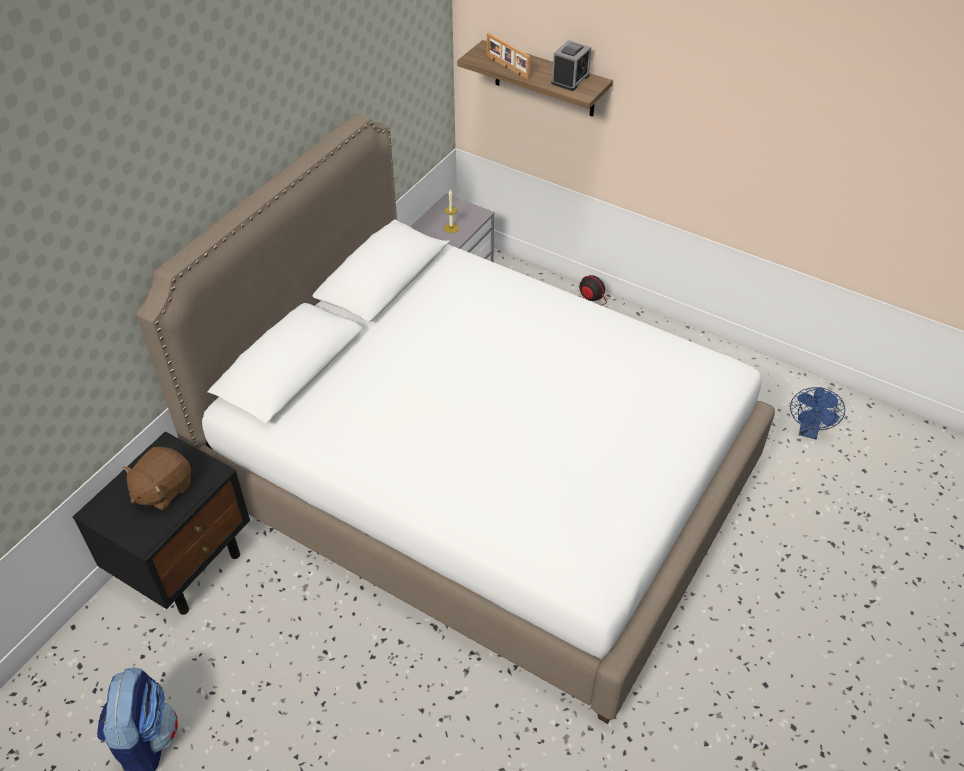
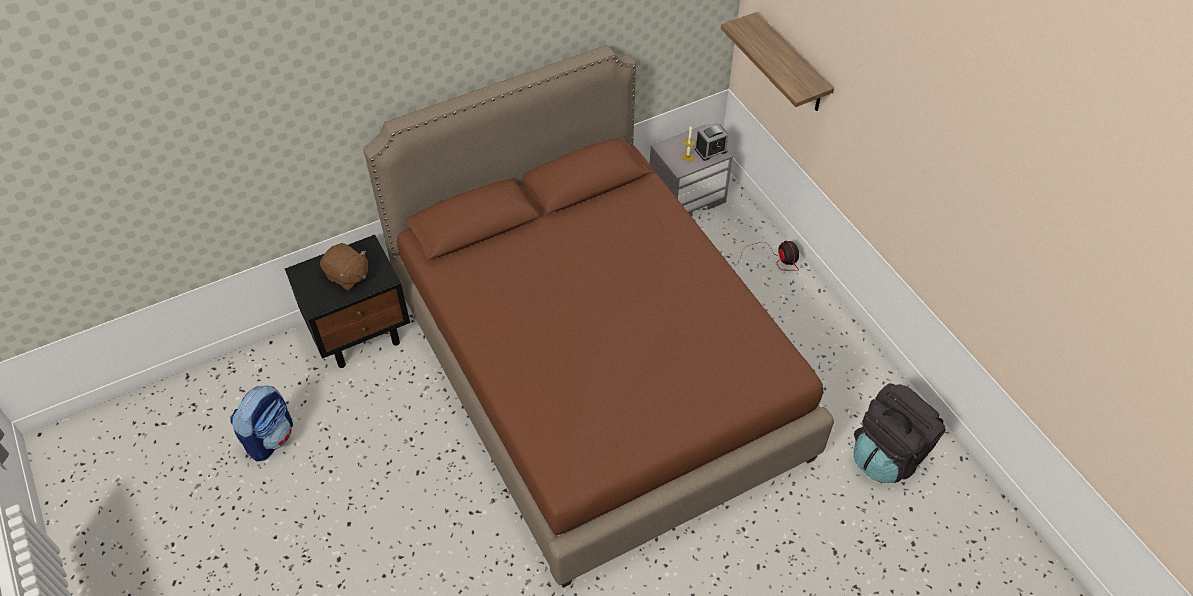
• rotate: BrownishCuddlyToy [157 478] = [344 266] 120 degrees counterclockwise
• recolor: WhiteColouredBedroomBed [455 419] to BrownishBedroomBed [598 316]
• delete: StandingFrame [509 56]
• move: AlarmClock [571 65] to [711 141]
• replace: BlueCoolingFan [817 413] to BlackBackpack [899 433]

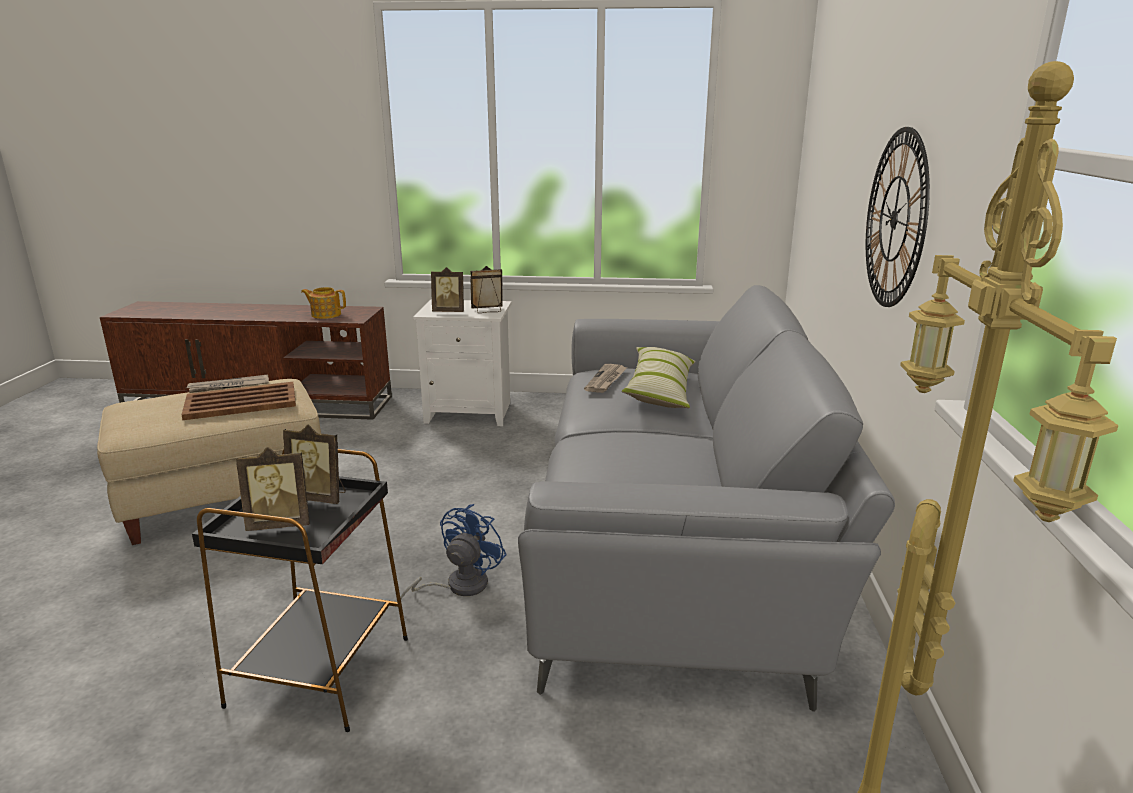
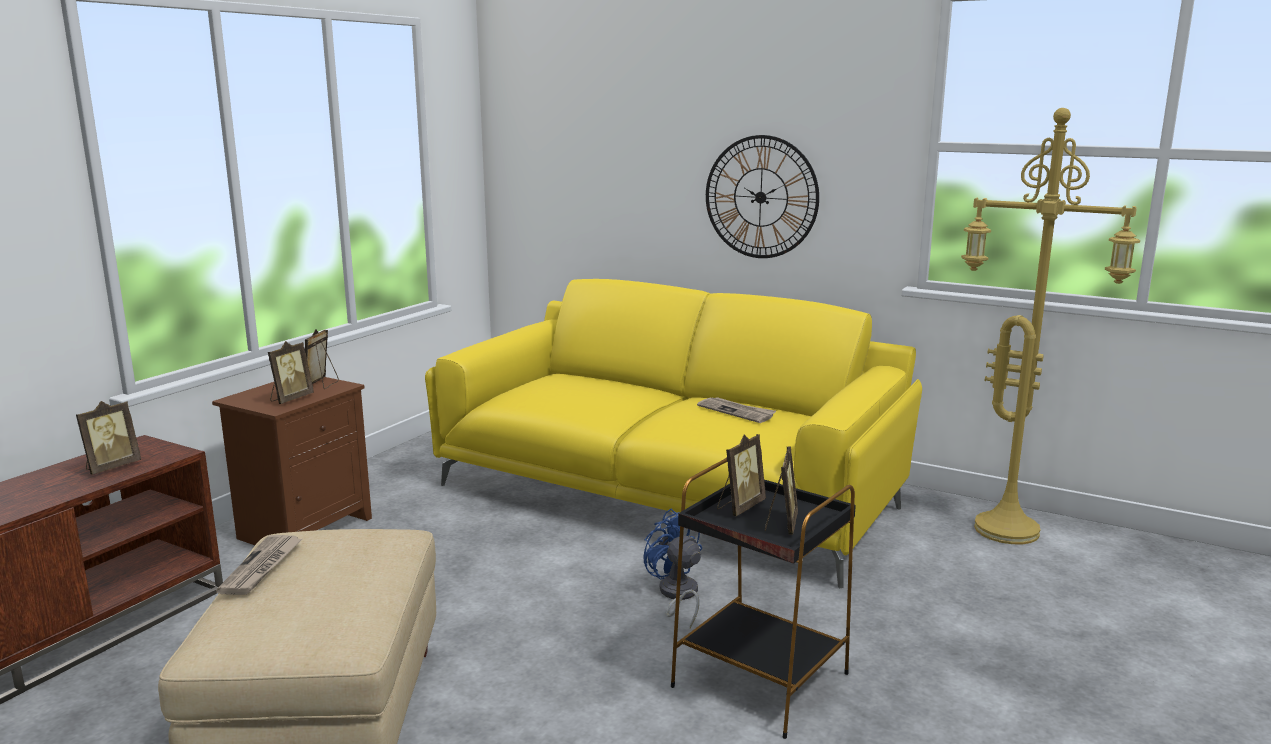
• delete: BrownishCarryingTray [238 401]
• replace: PotForTea [323 303] to StandingFrame [108 438]
• recolor: WhiteColouredBedsideTable [462 363] to BrownishBedsideTable [292 461]
• recolor: GreySofa [706 498] to YellowishSofa [673 433]
• move: DailyPaper [606 378] to [736 410]
• delete: ThrowPillow [659 377]

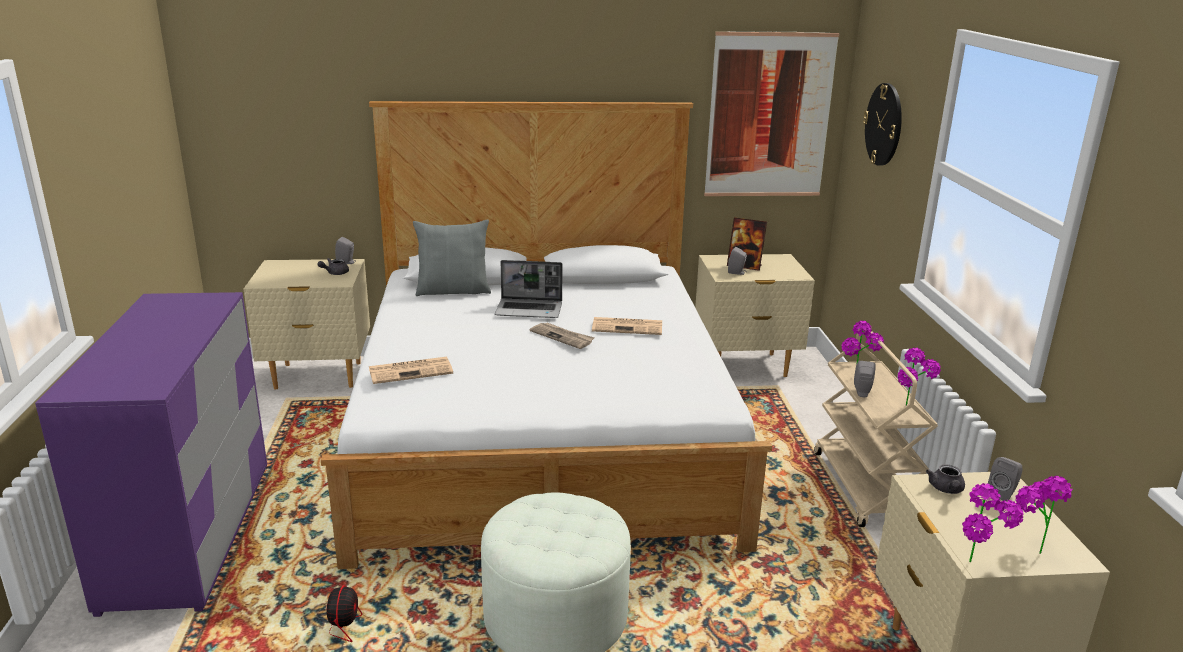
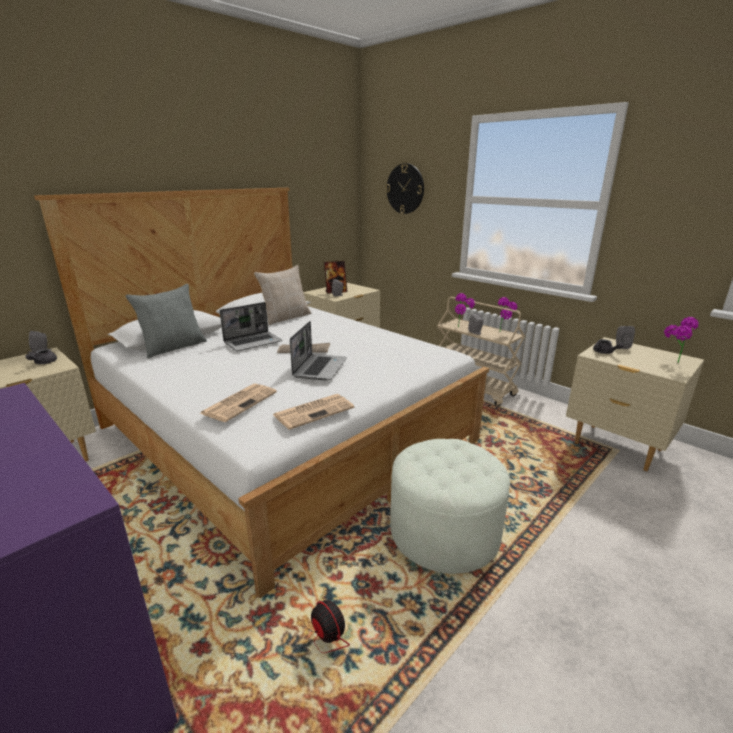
• move: DailyPaper [627 326] to [313 412]
• delete: WallArt [772 113]
• delete: PlantInAPot [992 522]
• insert: SandColouredThrowPillow [282 295]
• insert: PortableComputer [318 351]

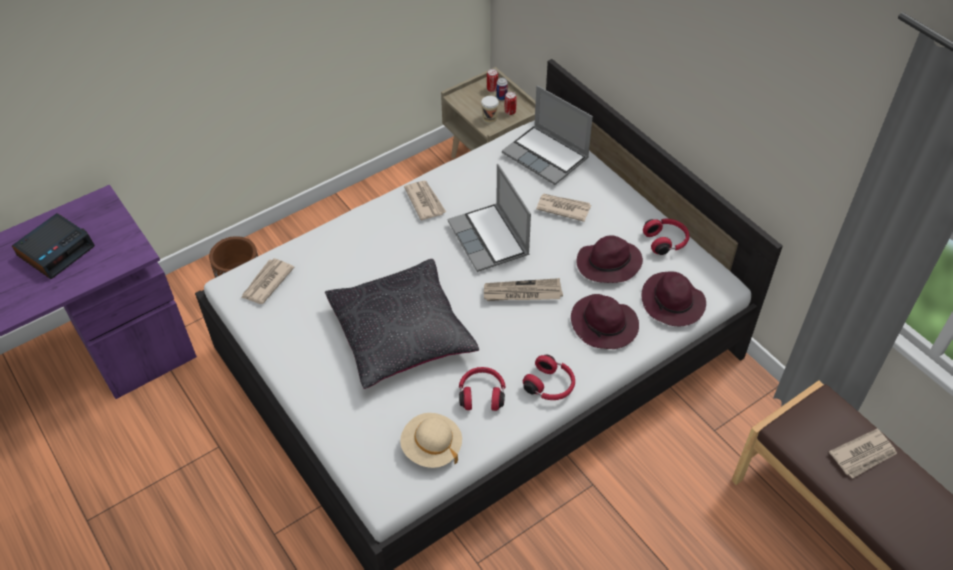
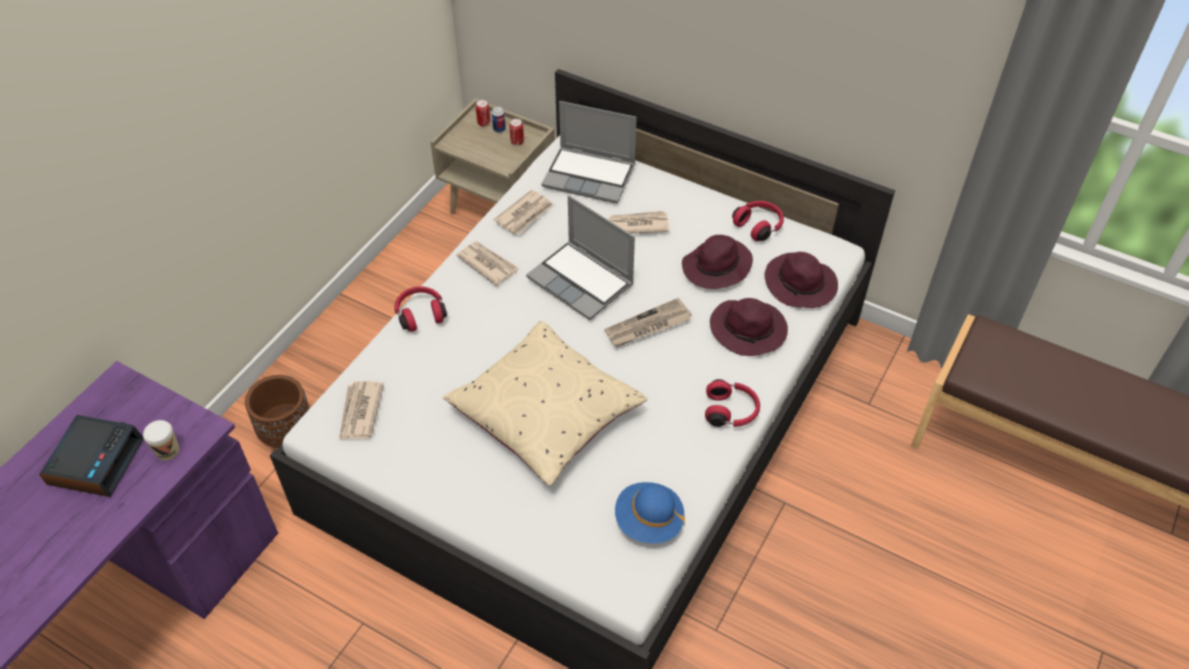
• recolor: BlackThrowPillow [402 324] to SandColouredThrowPillow [545 403]
• recolor: SandColouredHat [431 440] to BlueHat [650 513]
• move: ReddishHeadphones [482 389] to [420 309]
• move: SmallCup [490 109] to [161 440]
• move: DailyPaper [863 454] to [524 212]

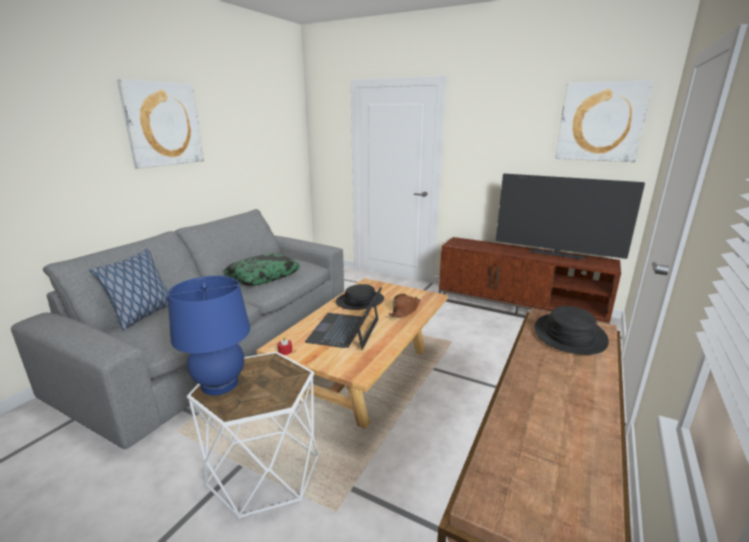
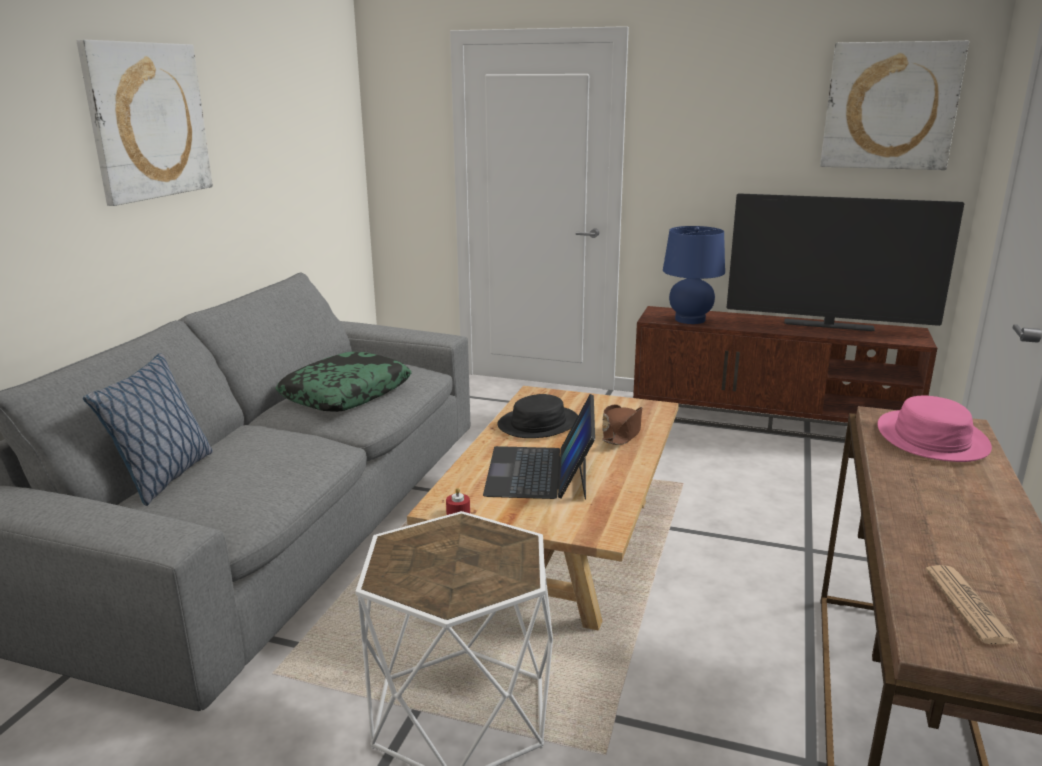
• move: BlueTabletopLamp [209 335] to [694 275]
• recolor: BlackHat [572 330] to PinkColouredHat [935 429]
• insert: DailyPaper [972 604]

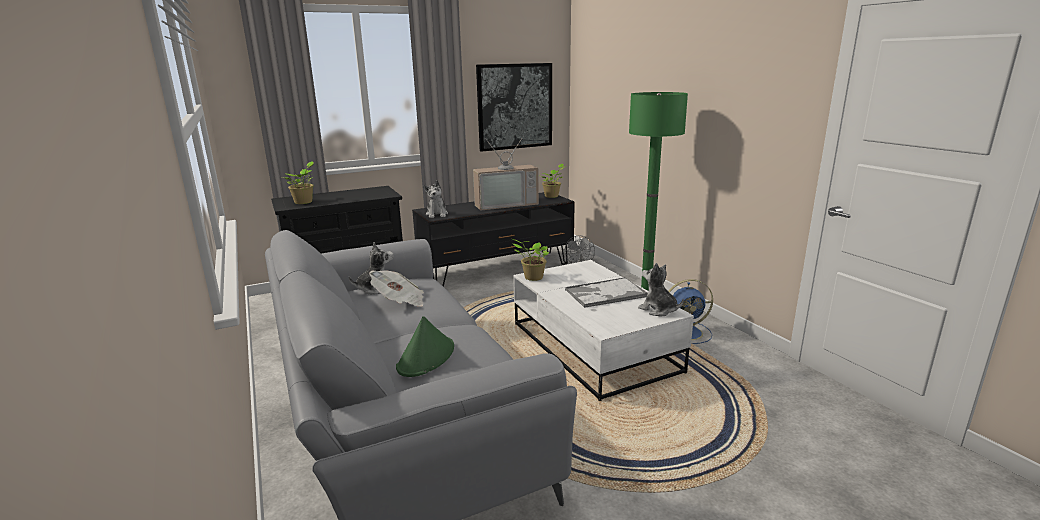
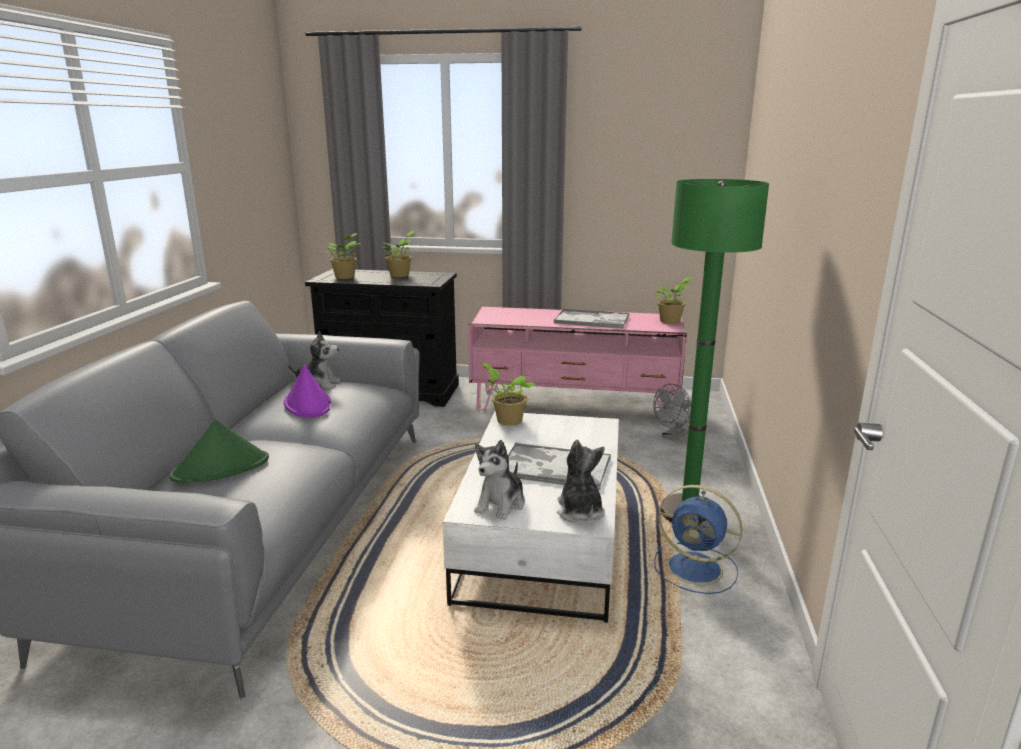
• replace: DailyPaper [396 288] to PurpleHat [307 391]
• recolor: BlackTvStand [493 239] to PinkColouredTvStand [577 364]
• move: CuddlyToy [435 199] to [499 480]
• replace: TvSet [506 172] to CarryingTray [592 319]
• delete: WallArt [514 107]
• insert: PlantInAPot [397 254]

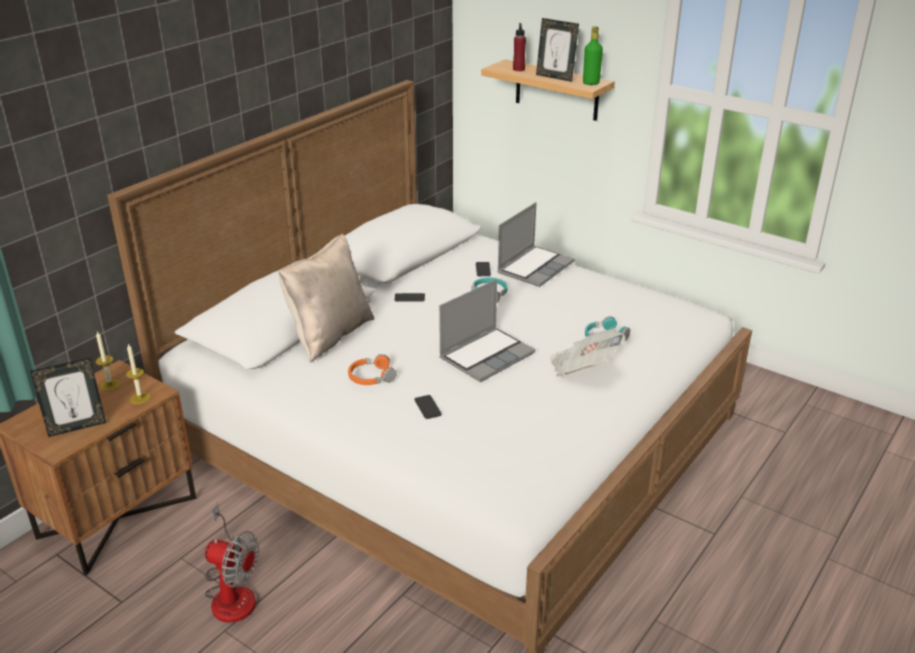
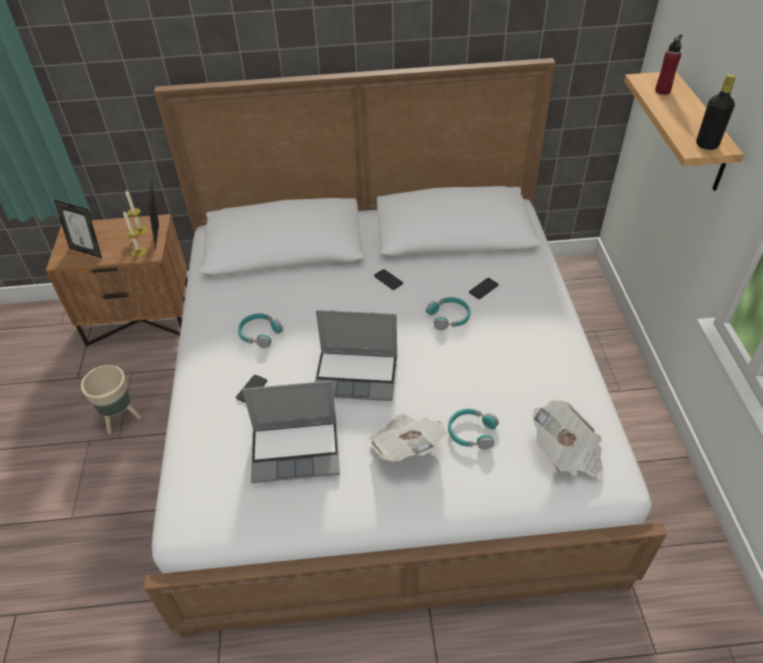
• replace: CoolingFan [232 563] to SandColouredPlanter [111 399]
• delete: SandColouredThrowPillow [326 298]
• recolor: OrangeColouredHeadphones [372 369] to BlueGreenHeadphones [260 330]
• move: PortableComputer [536 244] to [291 432]
• move: StandingFrame [557 50] to [153 215]
• recolor: GreenishBottle [593 55] to BlackBottle [716 112]
• insert: DailyPaper [568 439]

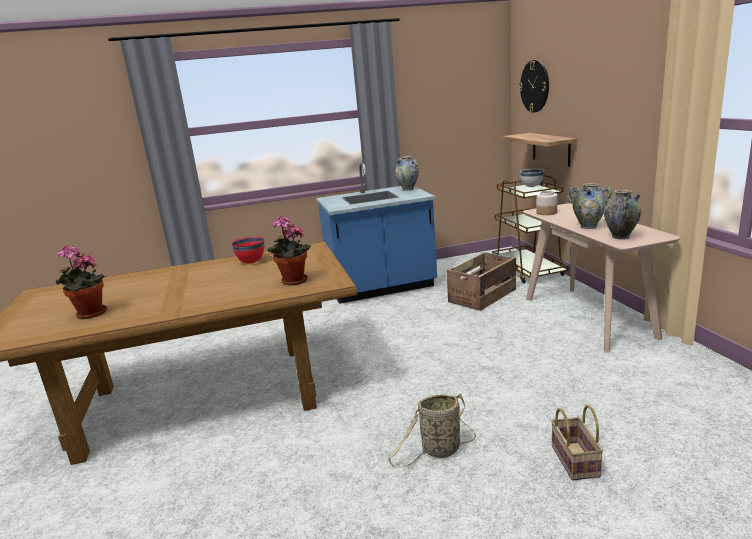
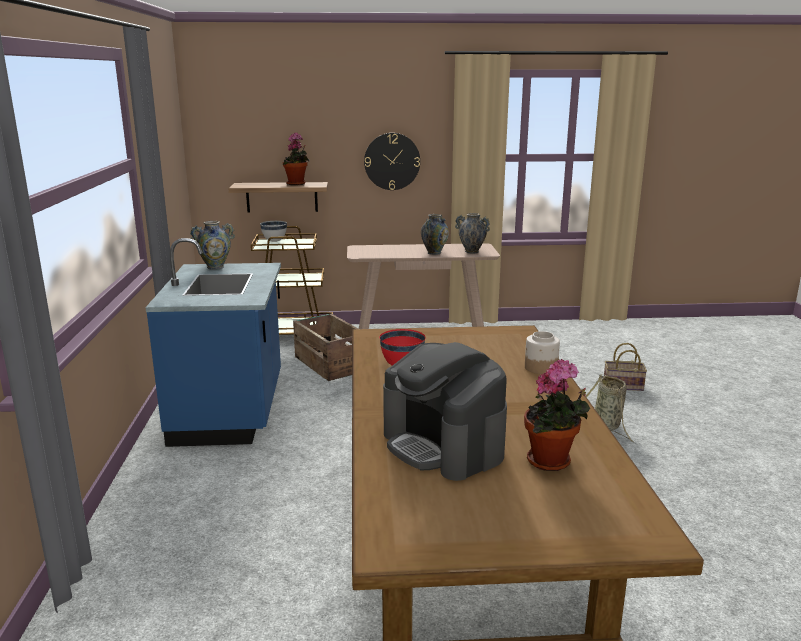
• move: PlantInAPot [289 250] to [296 158]
• move: ClockOnTheWall [534 86] to [392 161]
• move: StorageJar [547 202] to [542 352]
• insert: CoffeeMaker [445 411]

